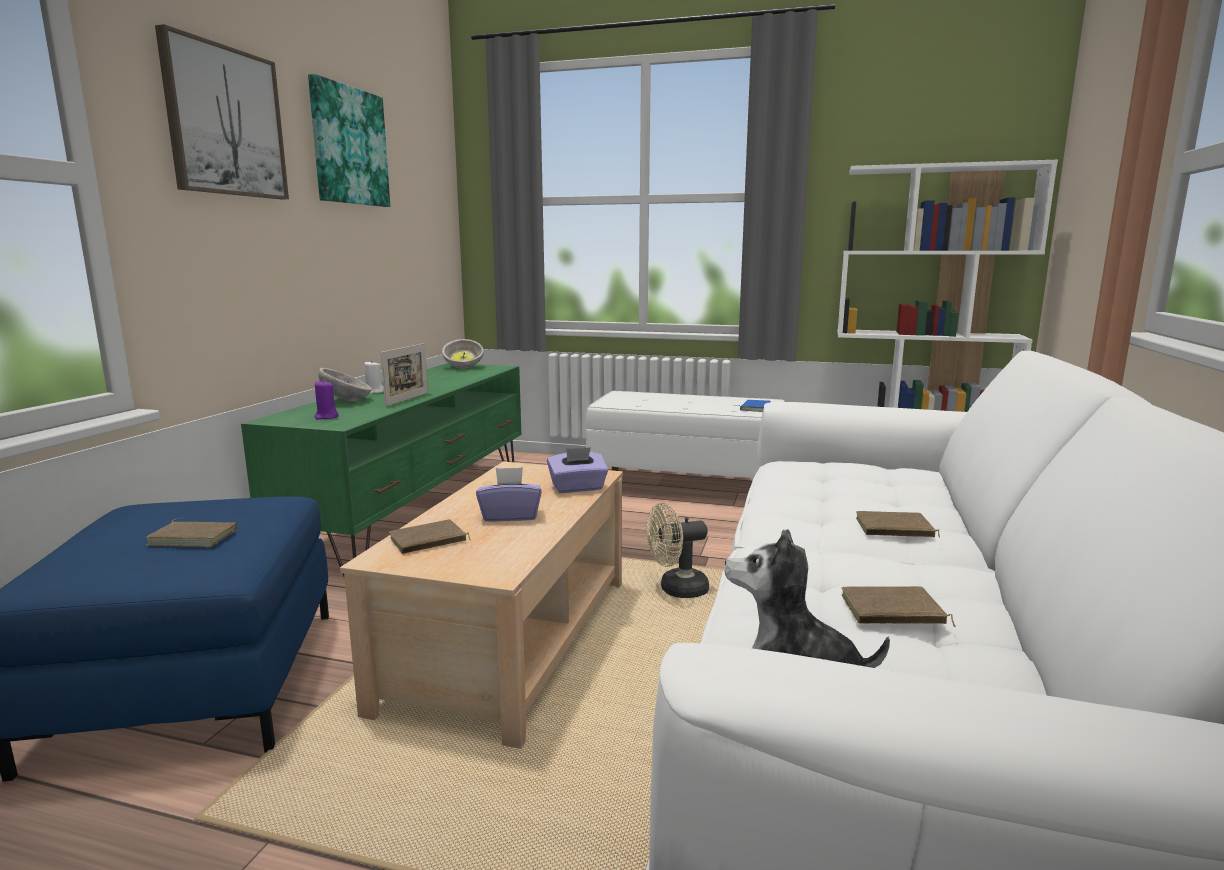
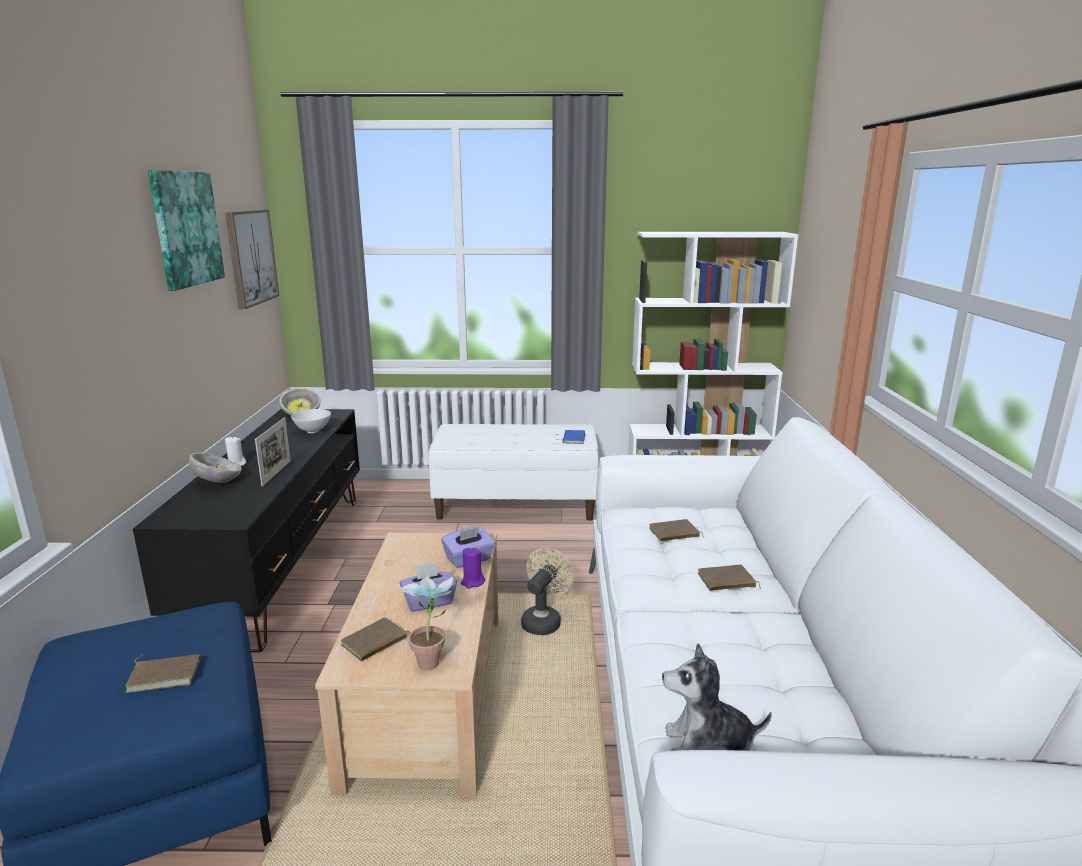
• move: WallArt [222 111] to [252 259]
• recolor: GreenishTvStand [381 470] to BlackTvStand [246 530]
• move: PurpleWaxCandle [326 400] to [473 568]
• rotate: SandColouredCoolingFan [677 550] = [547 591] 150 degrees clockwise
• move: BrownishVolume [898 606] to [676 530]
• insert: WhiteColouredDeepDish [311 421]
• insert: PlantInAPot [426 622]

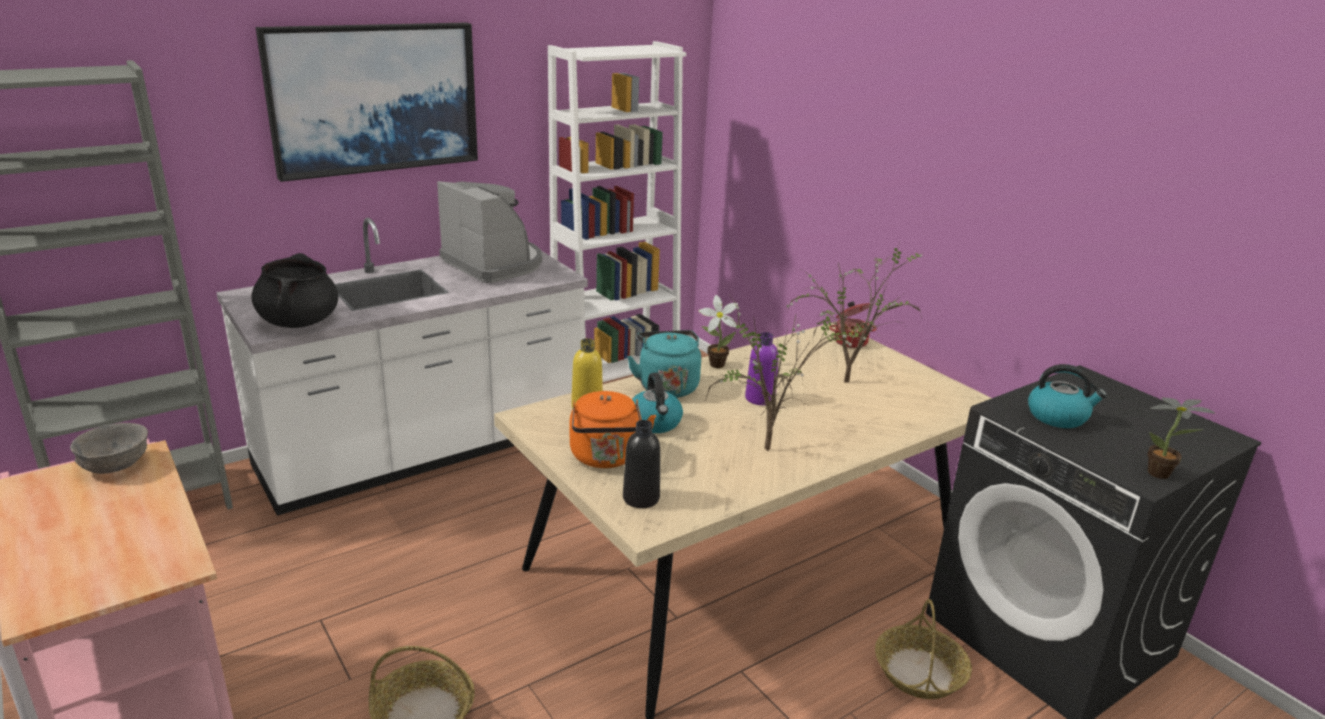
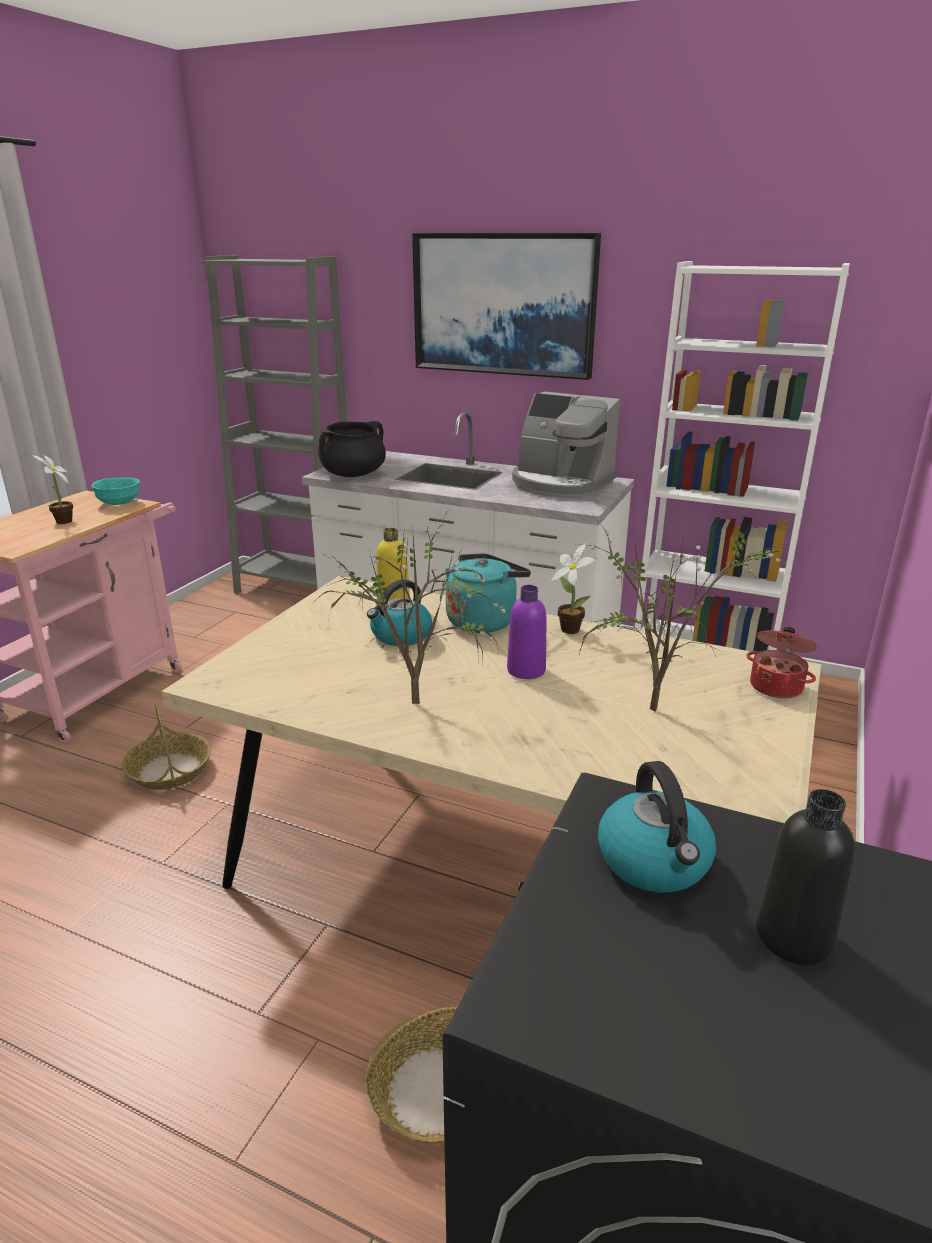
• recolor: GreyDeepDish [109 448] to BlueGreenDeepDish [115 491]
• rotate: CoffeeMaker [489 232] = [566 445] 105 degrees clockwise
• delete: OrangeColouredWaterKettle [613 429]
• move: BlackBottle [641 464] to [805 877]
• move: PlantInAPot [1181 438] to [52 489]

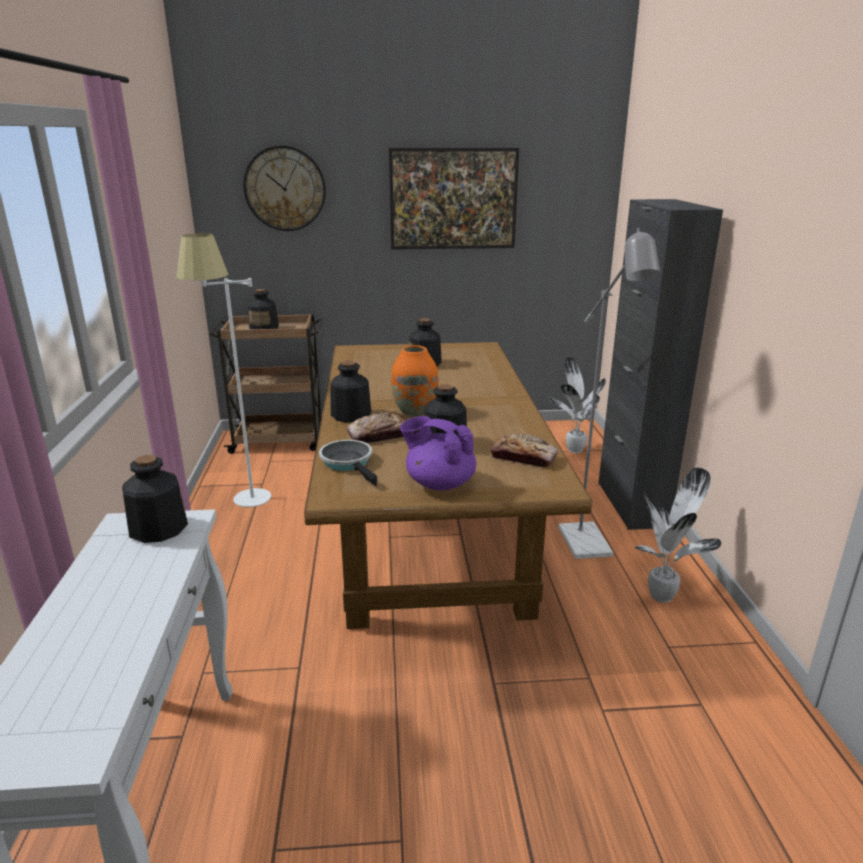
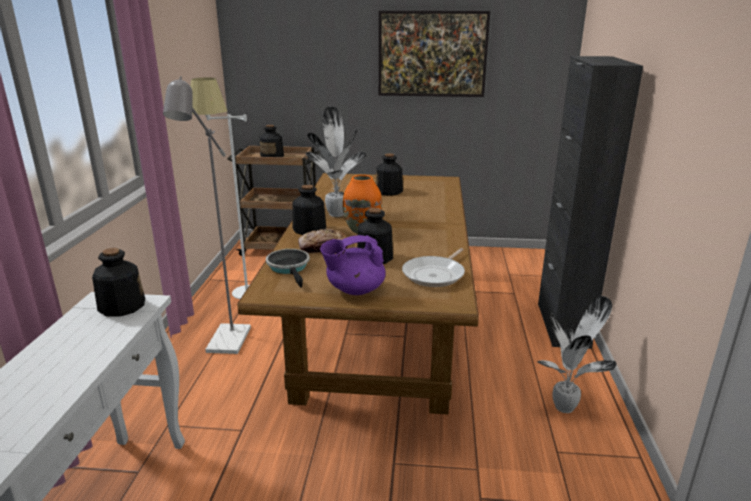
• delete: ClockOnTheWall [284 188]
• rotate: PurplePotForTea [438 453] = [353 265] 60 degrees counterclockwise
• replace: Bread [524 451] to FryingPan [433 267]
• move: PlantInAPot [577 405] to [336 161]
• move: GreyStandardLamp [609 393] to [207 215]

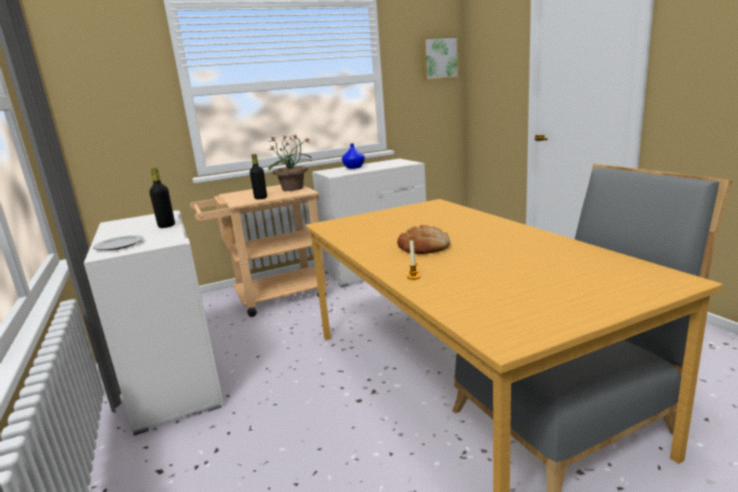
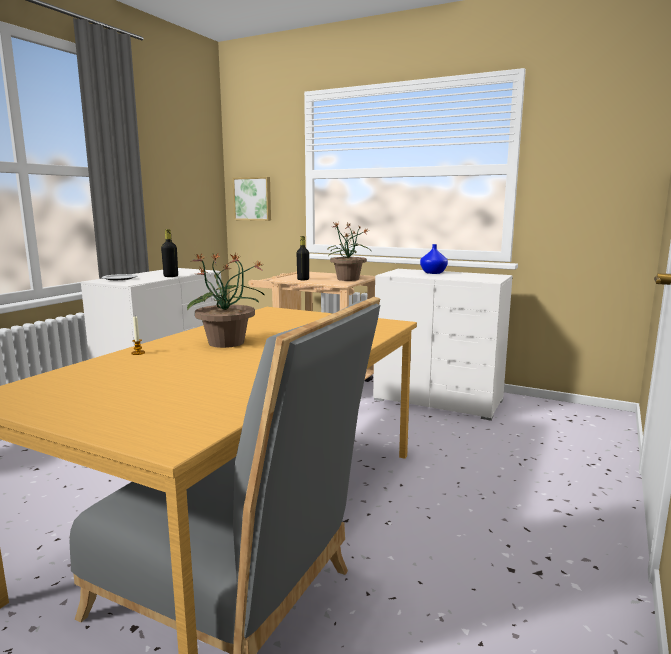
• replace: Bread [424 239] to PlantInAPot [226 300]
• move: WallArt [440 58] to [251 199]

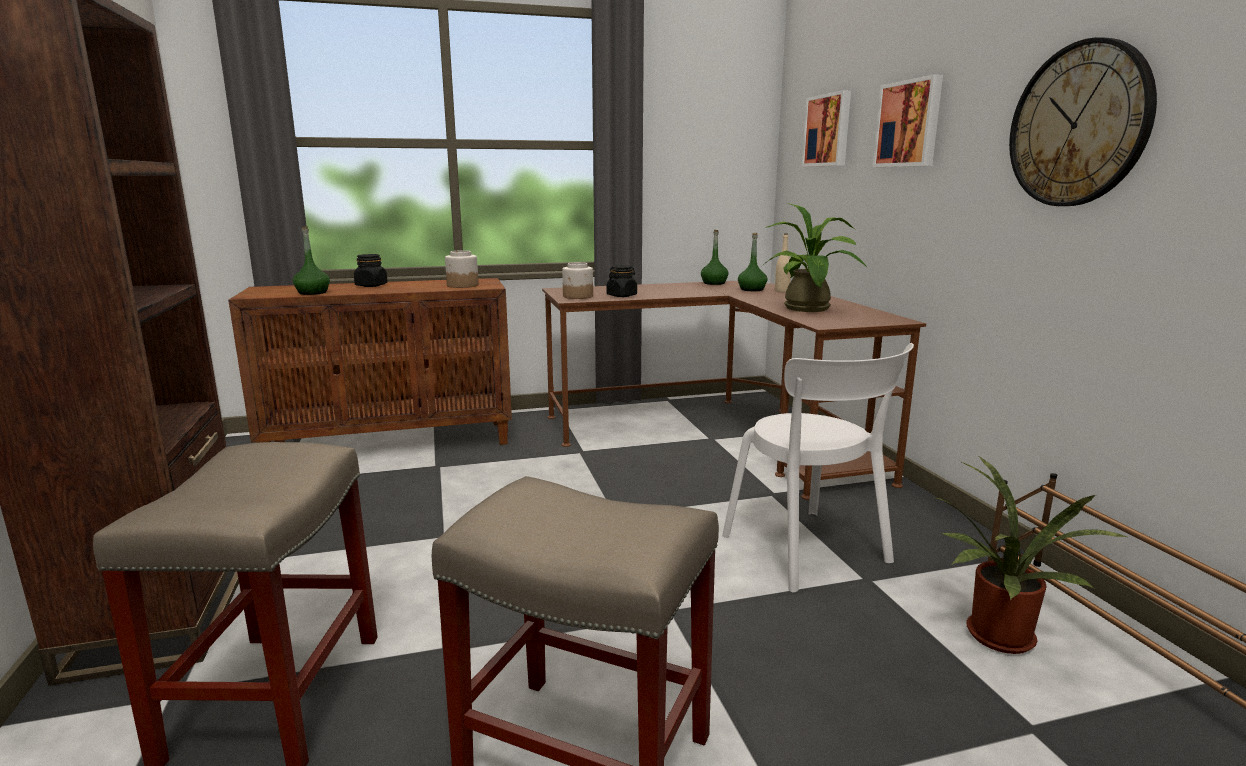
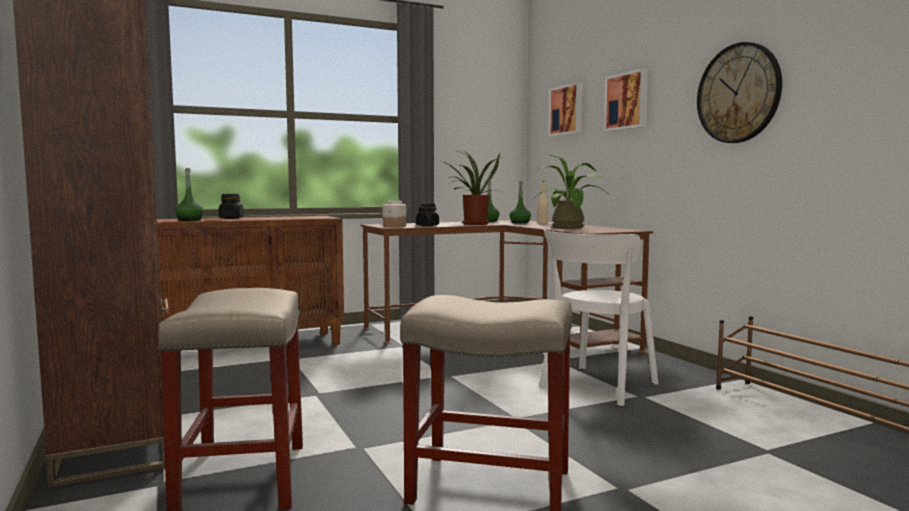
• delete: StorageJar [462 269]
• rotate: WhiteColouredUprightChair [818 467] = [598 318] 75 degrees clockwise
• move: PlantInAPot [1032 554] to [473 187]

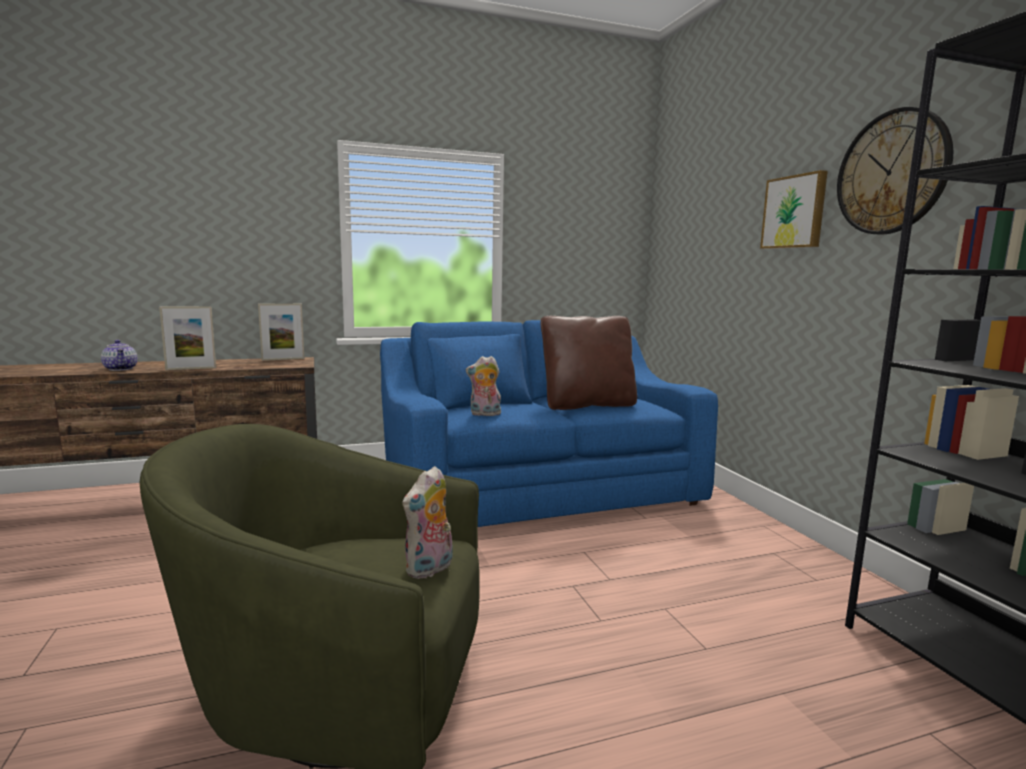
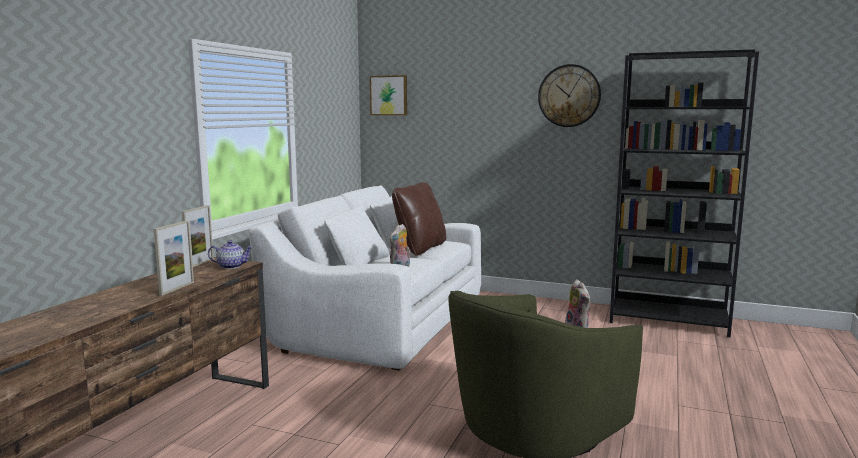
• move: PotForTea [119 355] to [230 254]
• recolor: BlueSofa [549 423] to WhiteColouredSofa [365 277]
• move: WallArt [794 209] to [388 95]

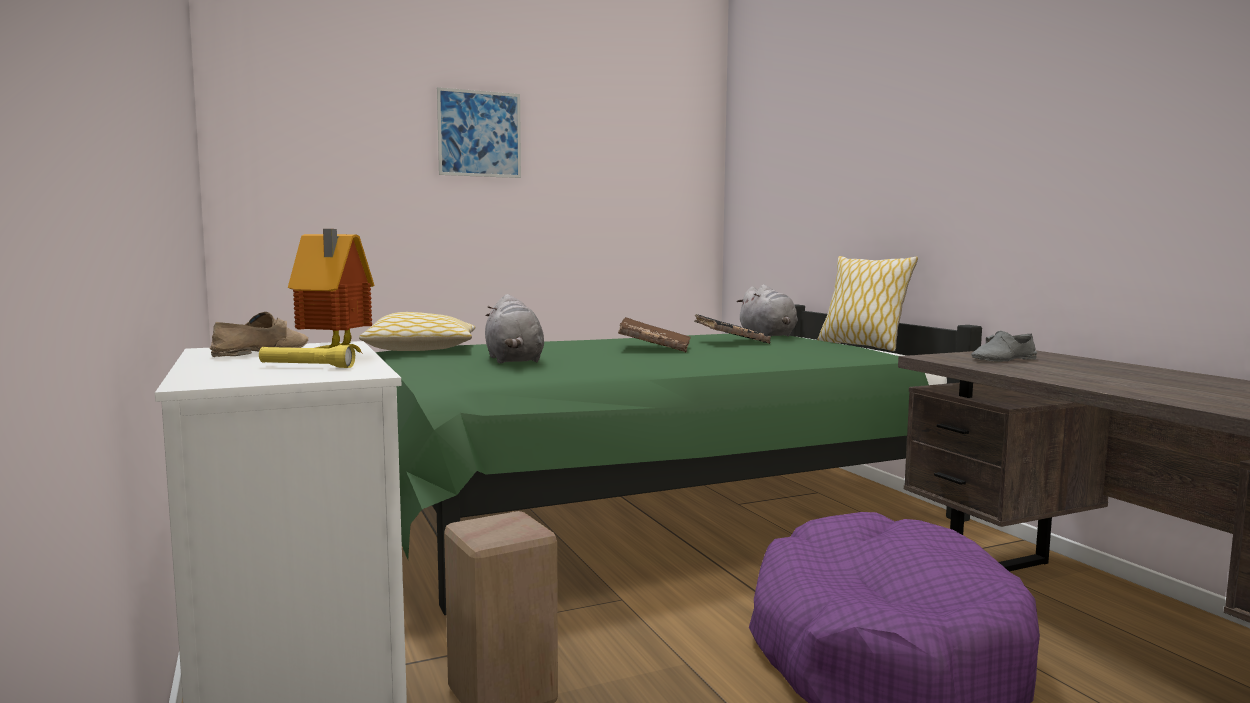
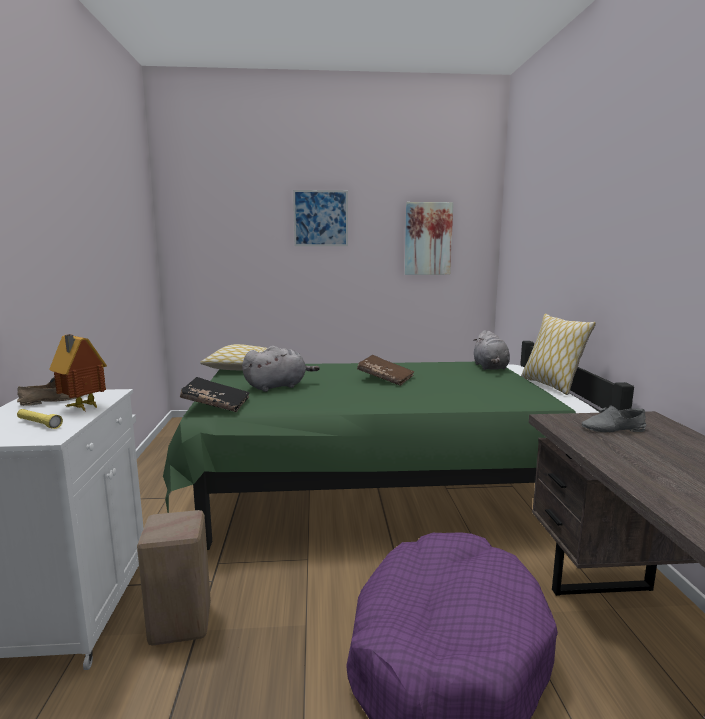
• rotate: GreyCuddlyToy [514 329] = [281 369] 120 degrees counterclockwise
• move: BlackVolume [732 329] to [215 394]
• insert: WallArt [429 238]

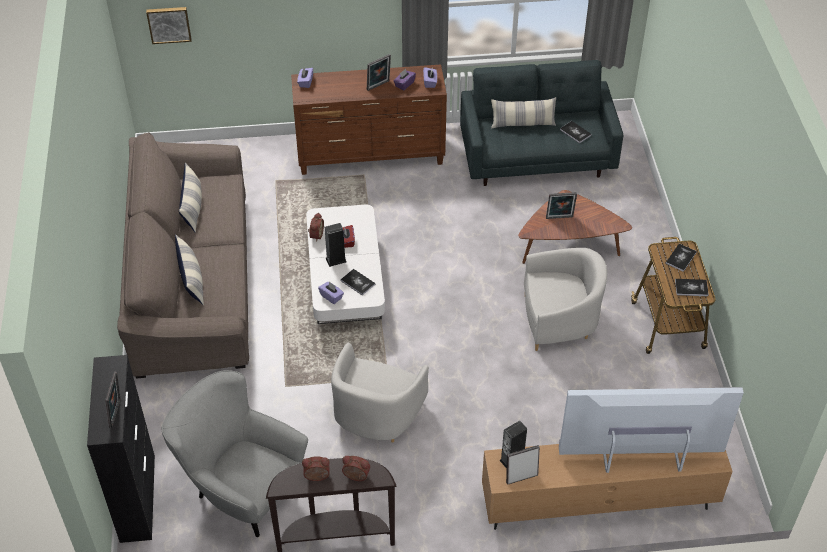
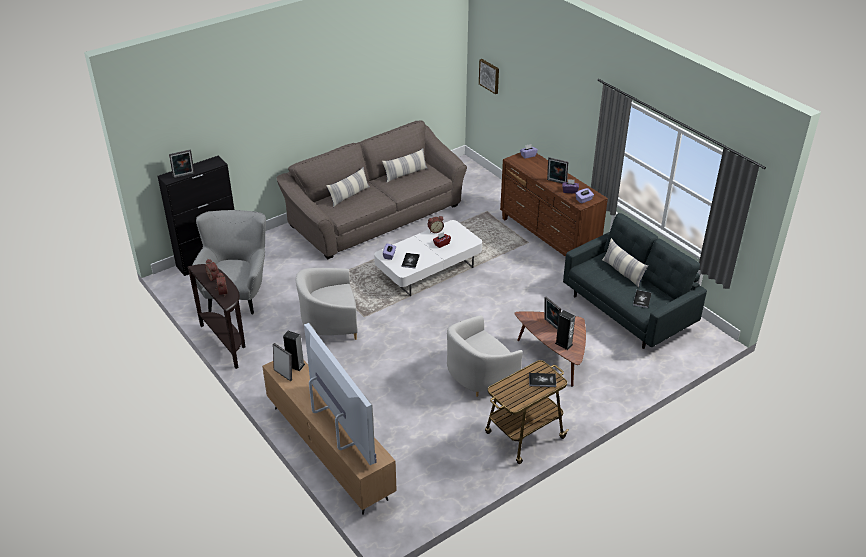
• move: Speaker [335 245] to [565 330]
• rotate: WhiteColouredEasyChair [565 299] = [485 356] 90 degrees clockwise
• delete: Volume [692 287]

